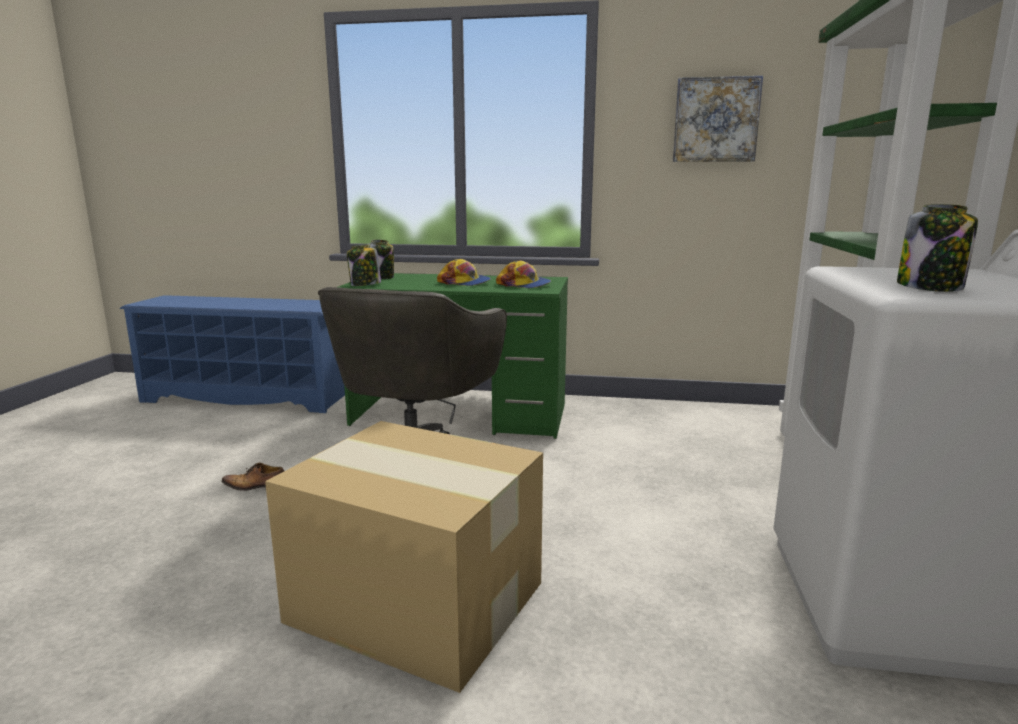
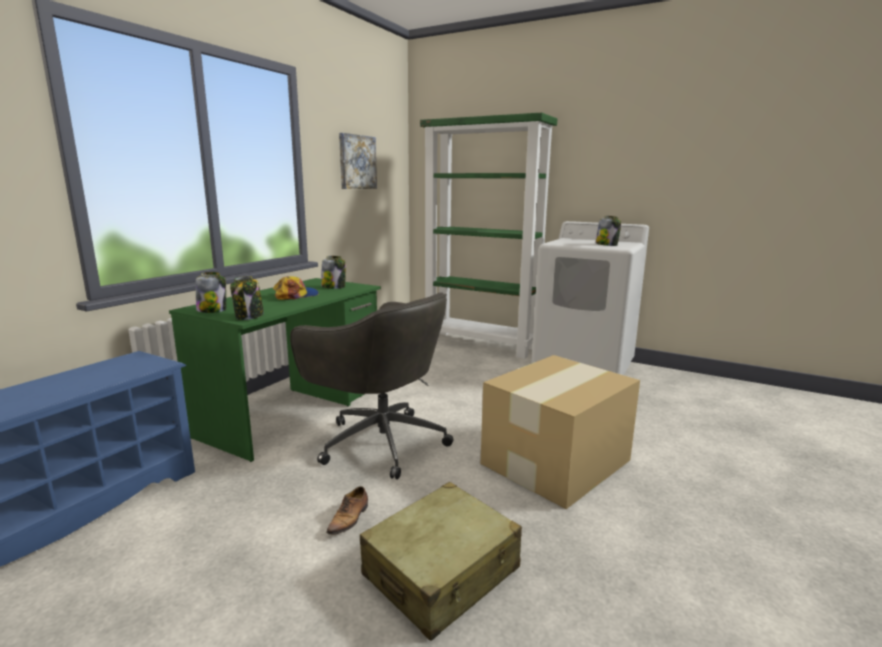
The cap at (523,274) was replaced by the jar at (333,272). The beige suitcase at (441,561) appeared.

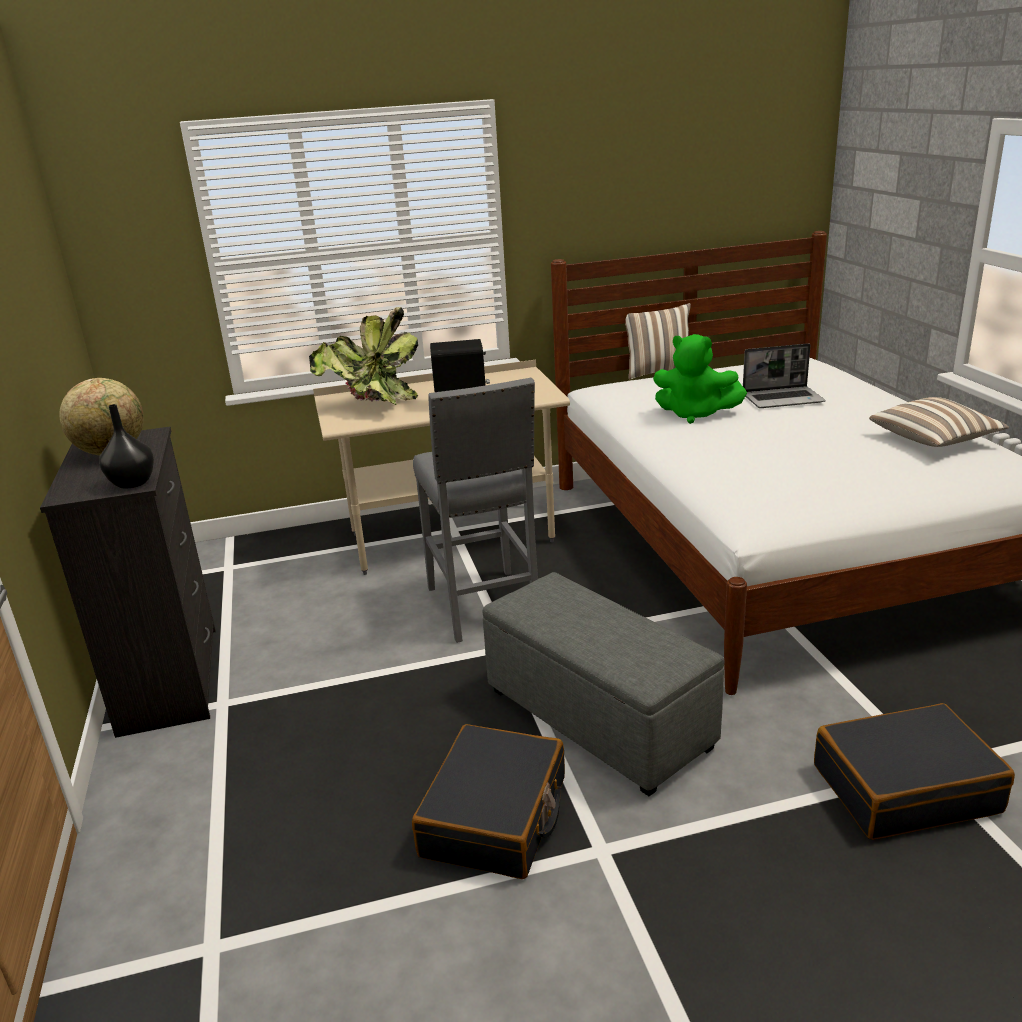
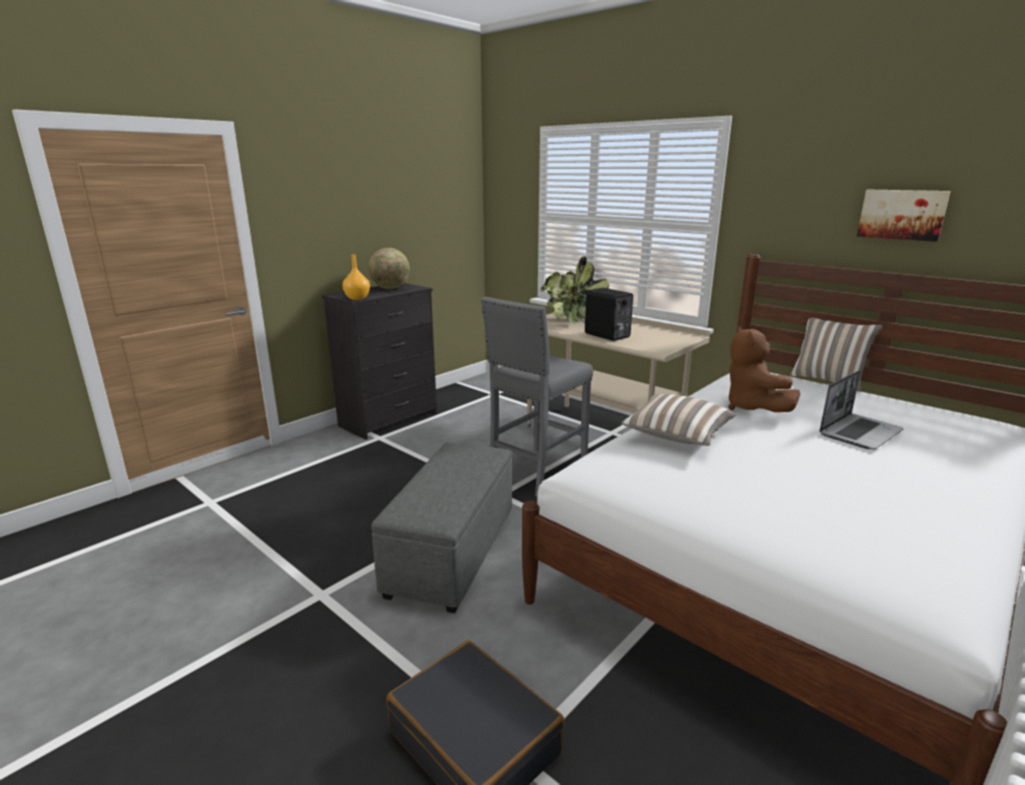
The green plush toy at (700,379) became the brown plush toy at (764,369). The laptop at (784,375) turned 90 degrees counterclockwise. The pillow moved from (939,422) to (678,420). The black vase at (126,446) became the orange vase at (356,277). The black suitcase at (488,801) disappeared. The picture at (904,216) appeared.

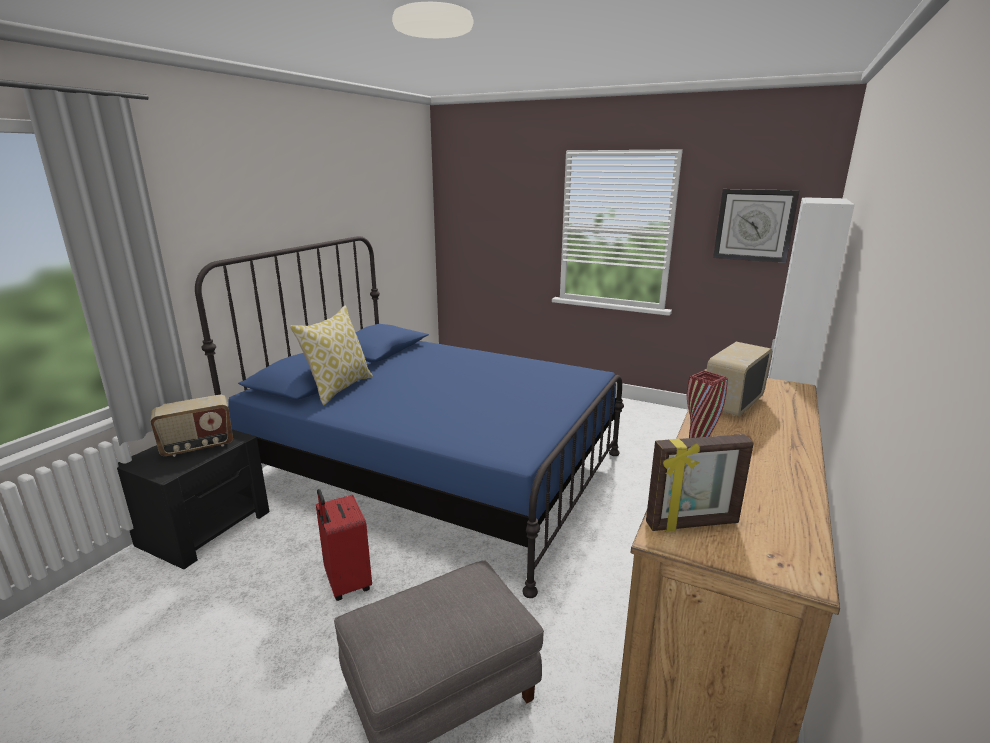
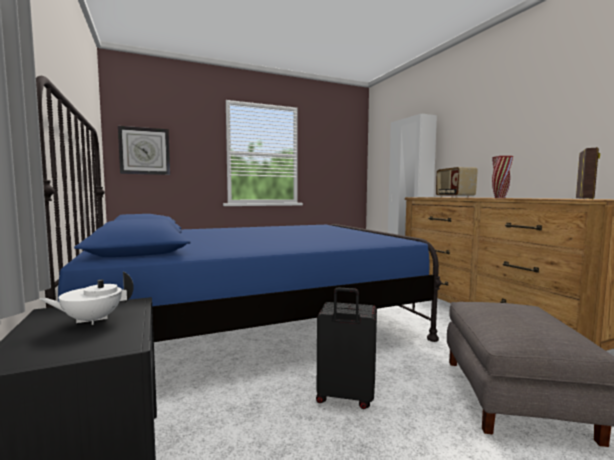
The wall clock moved from (756,226) to (144,150). The pillow at (331,355) disappeared. The radio at (191,426) was replaced by the white teapot at (87,298). The red suitcase at (344,545) became the black suitcase at (346,348).

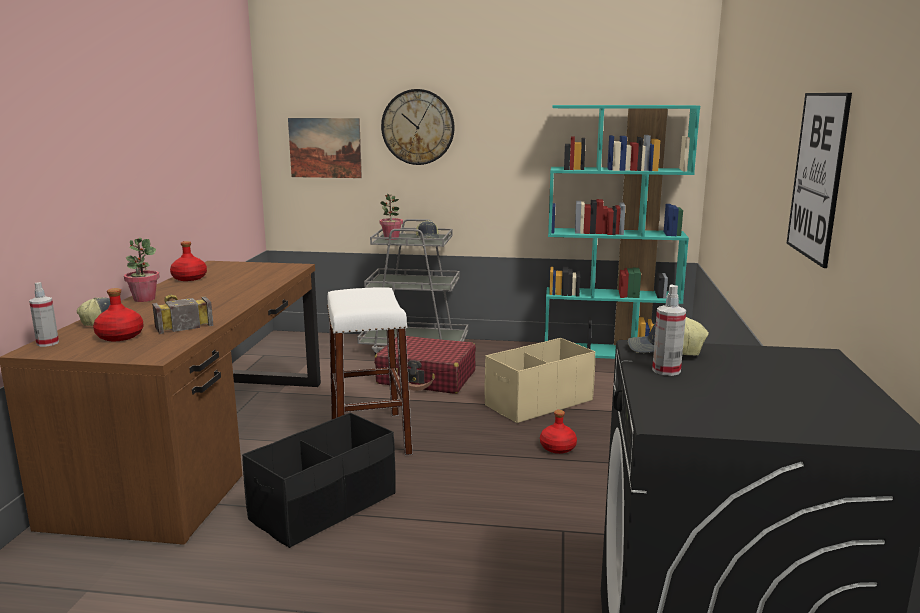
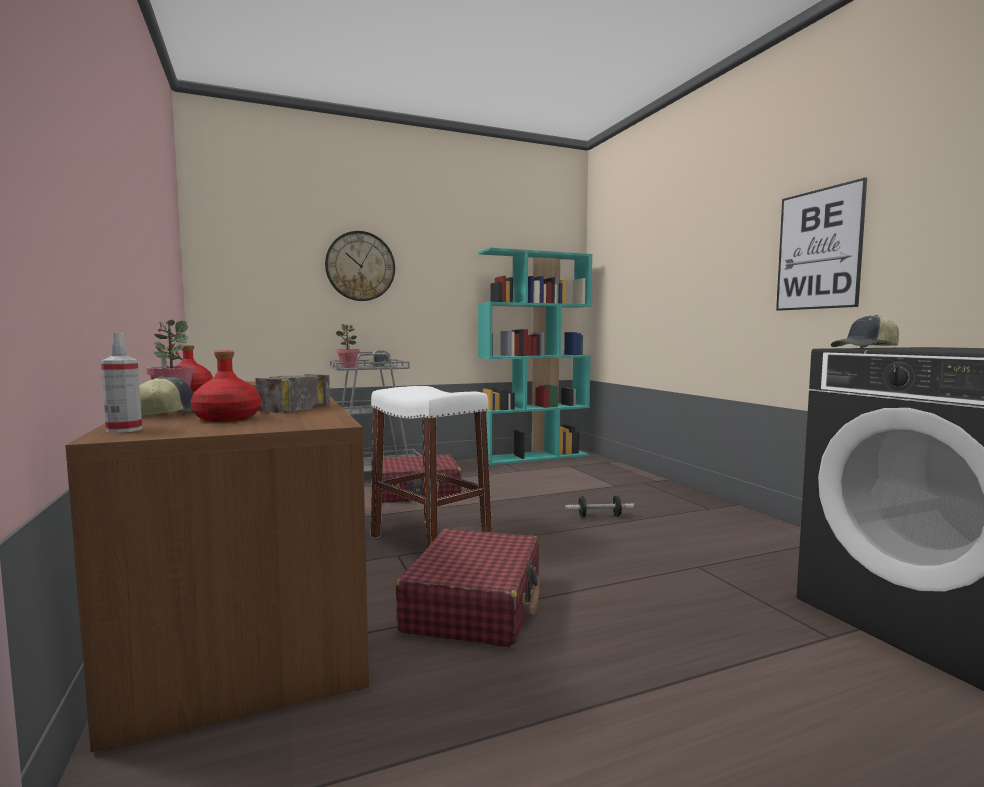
The picture at (325,148) disappeared. The spray bottle at (669,330) disappeared. The beige storage box at (540,380) disappeared. The red bottle at (558,432) was replaced by the dumbbell at (600,506). The black storage box at (319,480) was replaced by the red suitcase at (468,588).

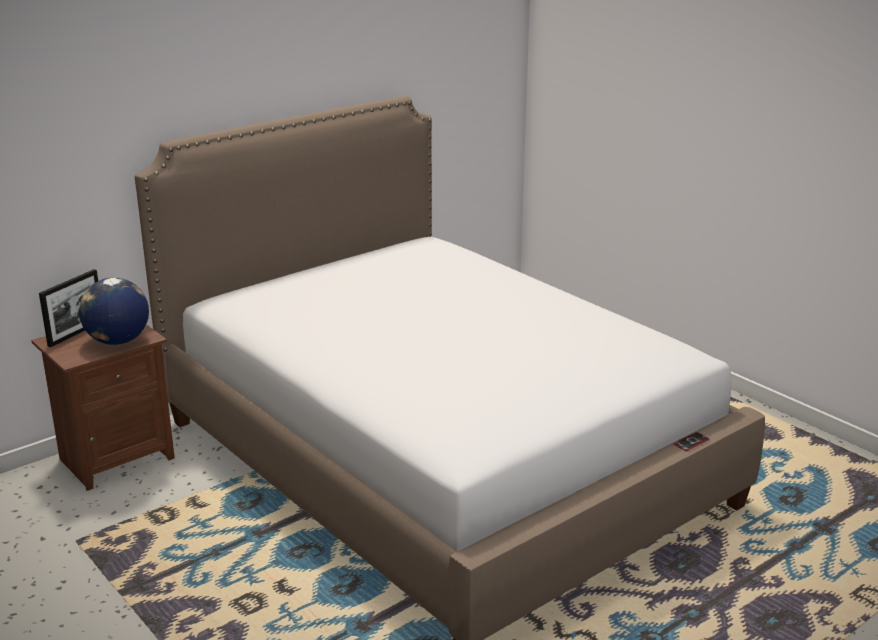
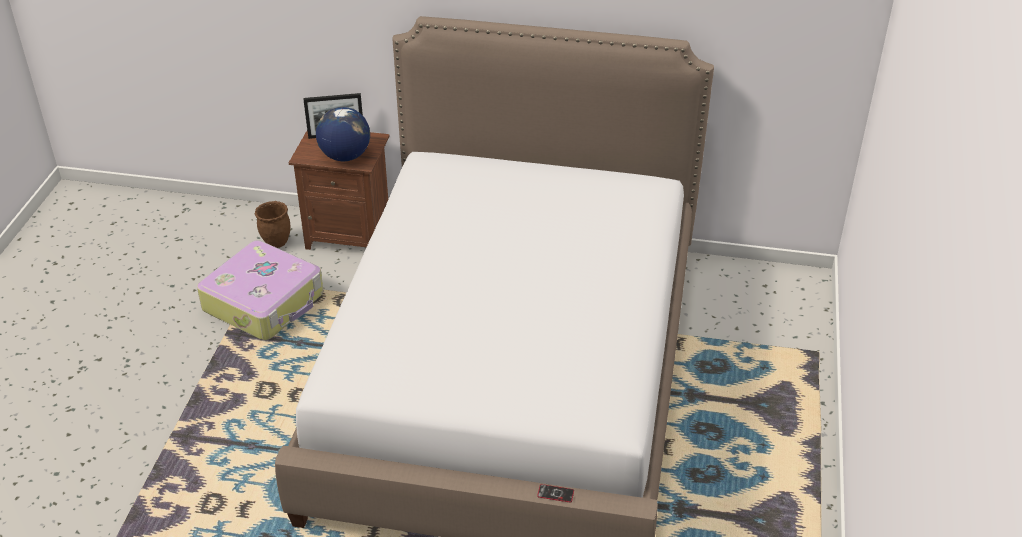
The brown planter at (272,224) appeared. The suitcase at (260,290) appeared.

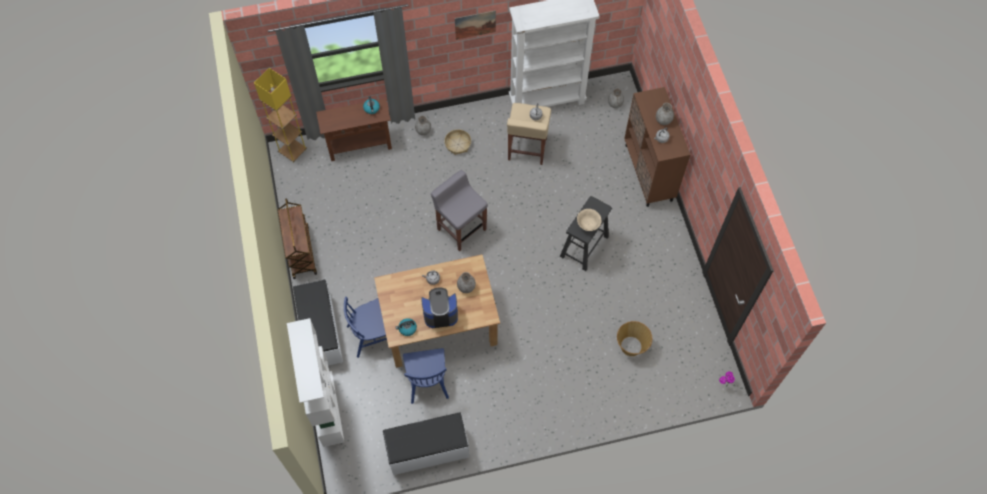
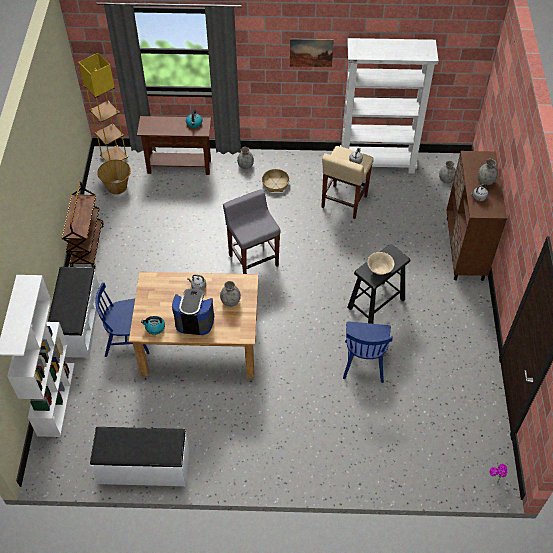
The basket moved from (634,338) to (114,177). The blue chair moved from (426,376) to (368,352).

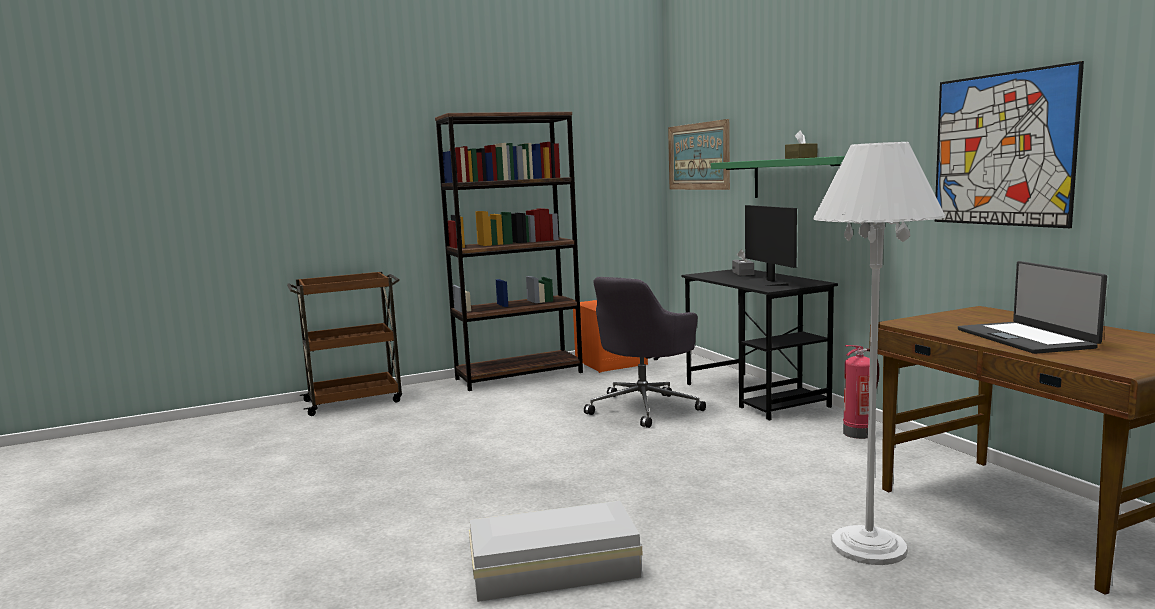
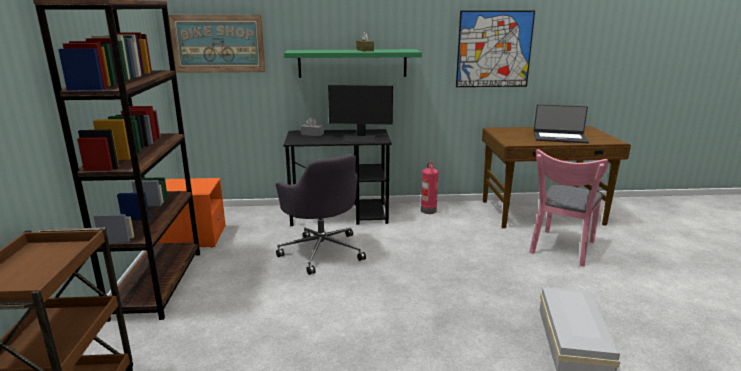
The white floor lamp at (879,353) was replaced by the pink chair at (569,207).

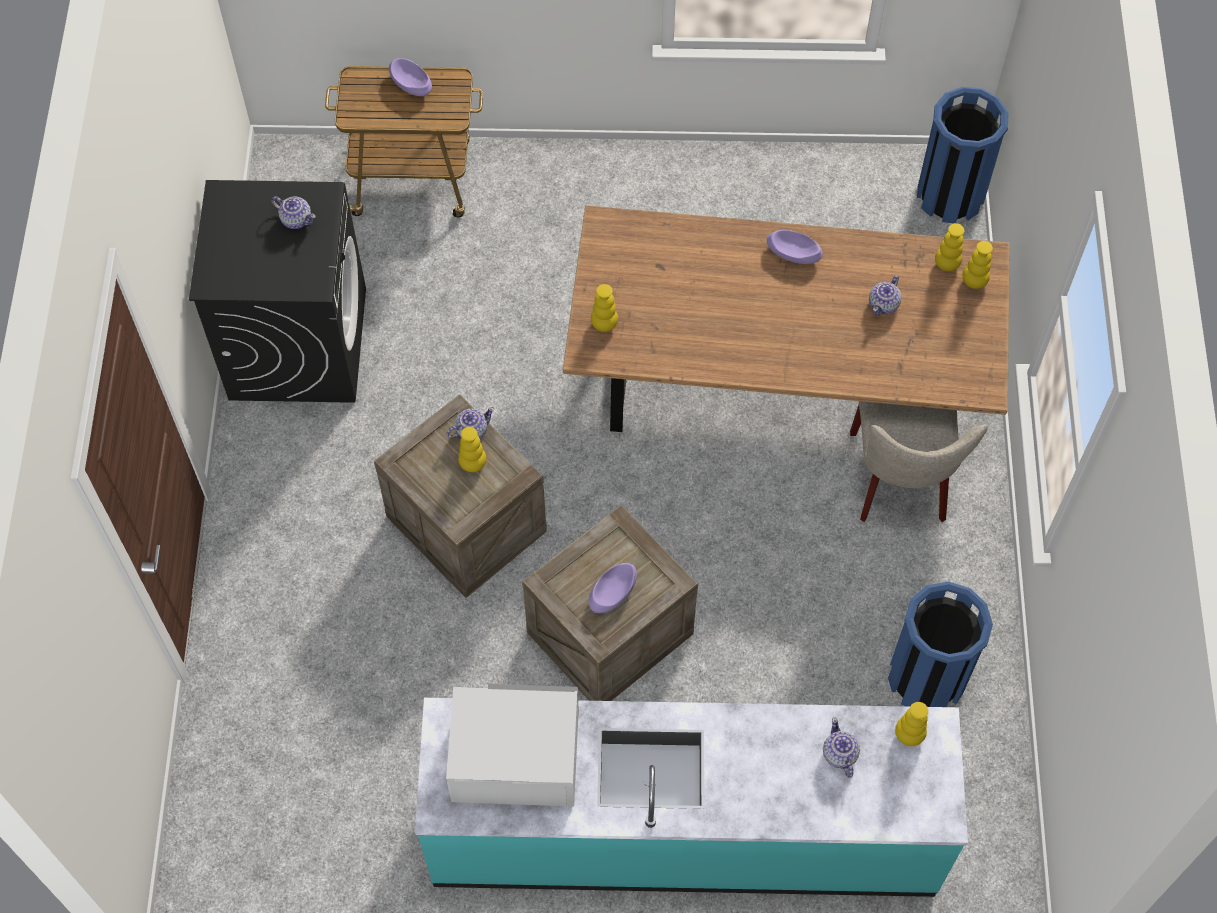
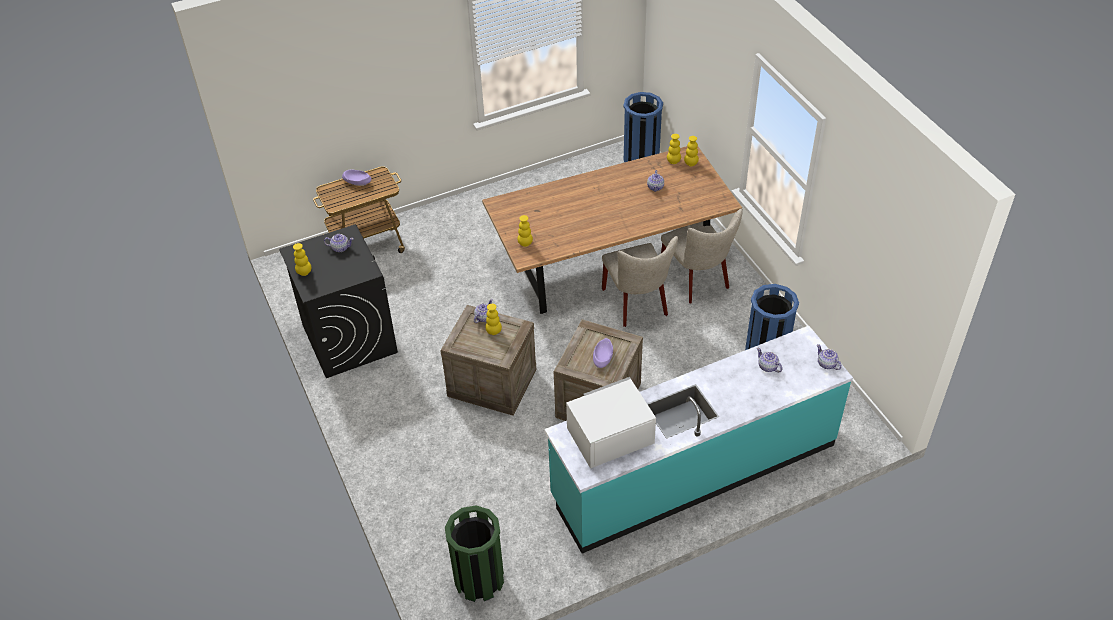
The purple bowl at (795,247) disappeared. The yellow vase moved from (911,724) to (302,259). The beige chair at (640,281) appeared. The teapot at (829,357) appeared. The green trash can at (474,553) appeared.

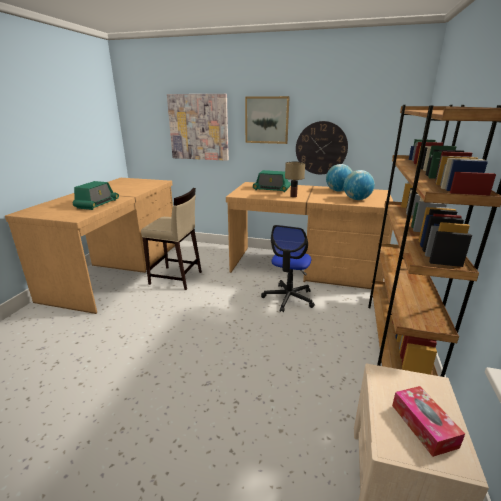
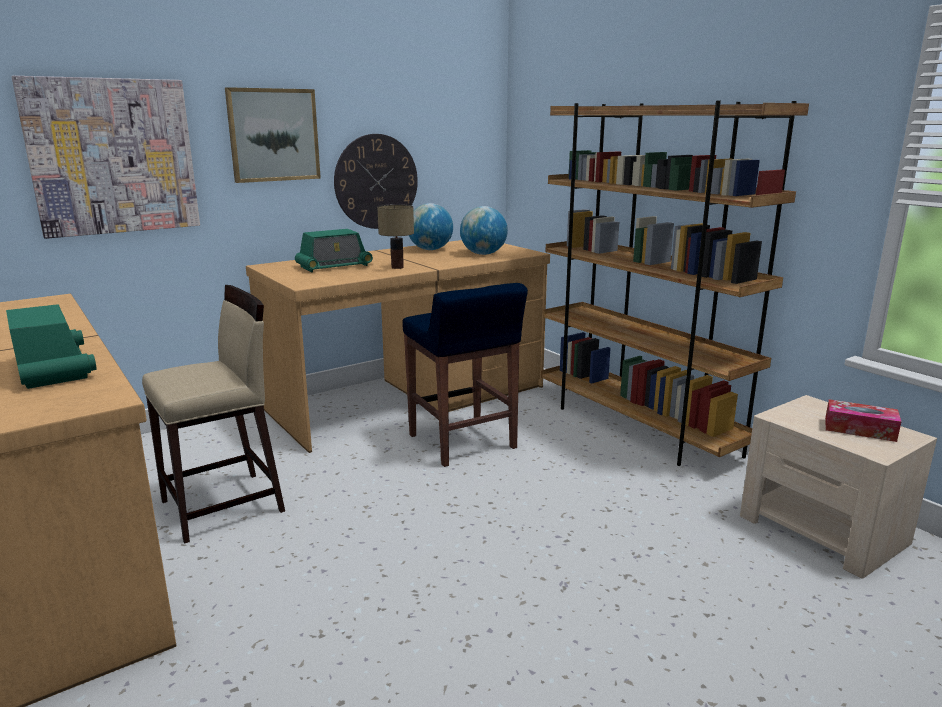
The office chair at (288,268) was replaced by the blue stool at (465,375).

